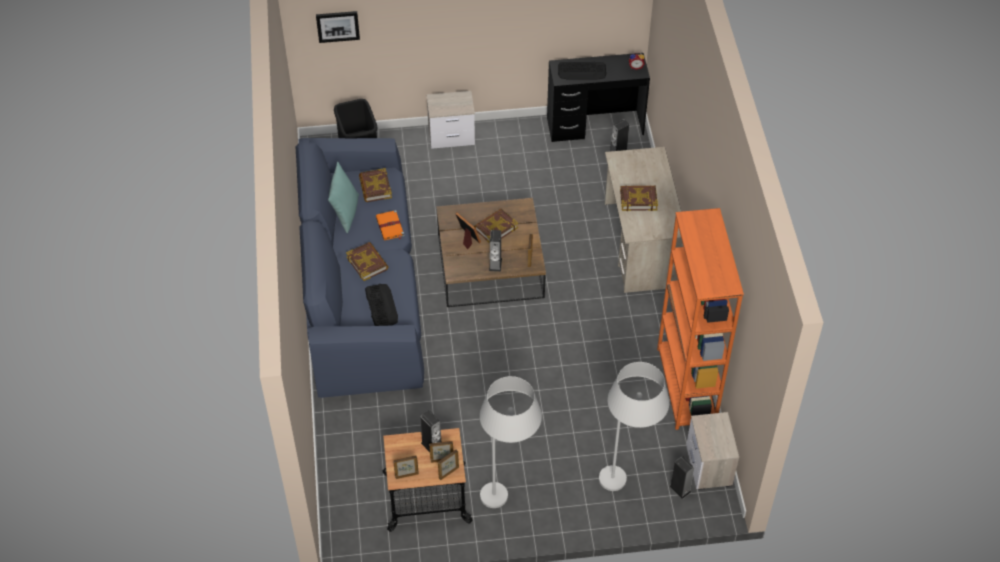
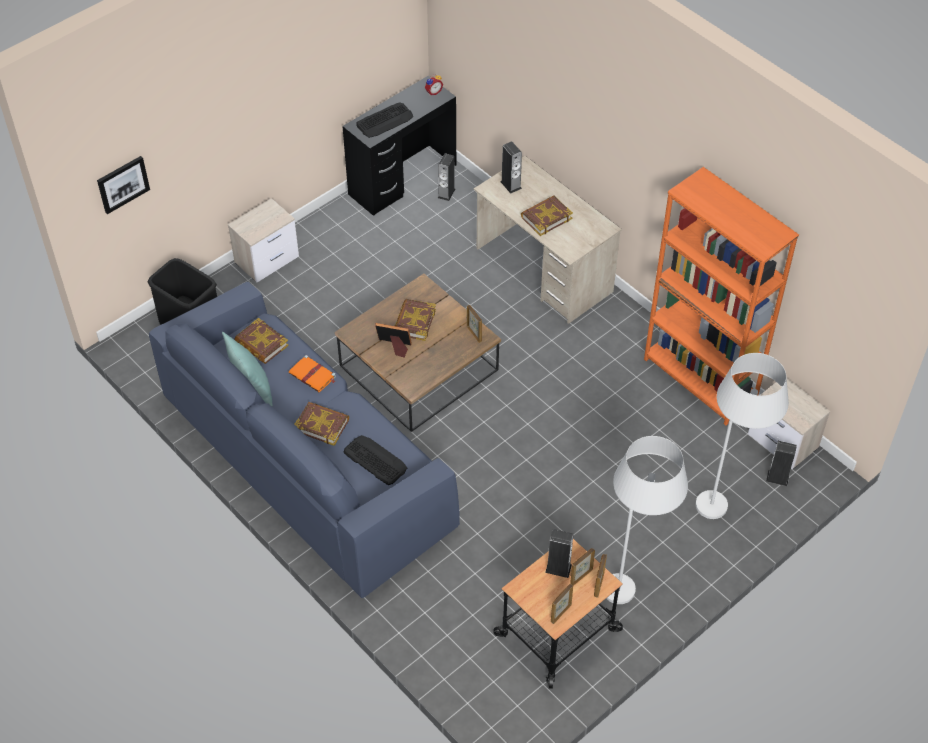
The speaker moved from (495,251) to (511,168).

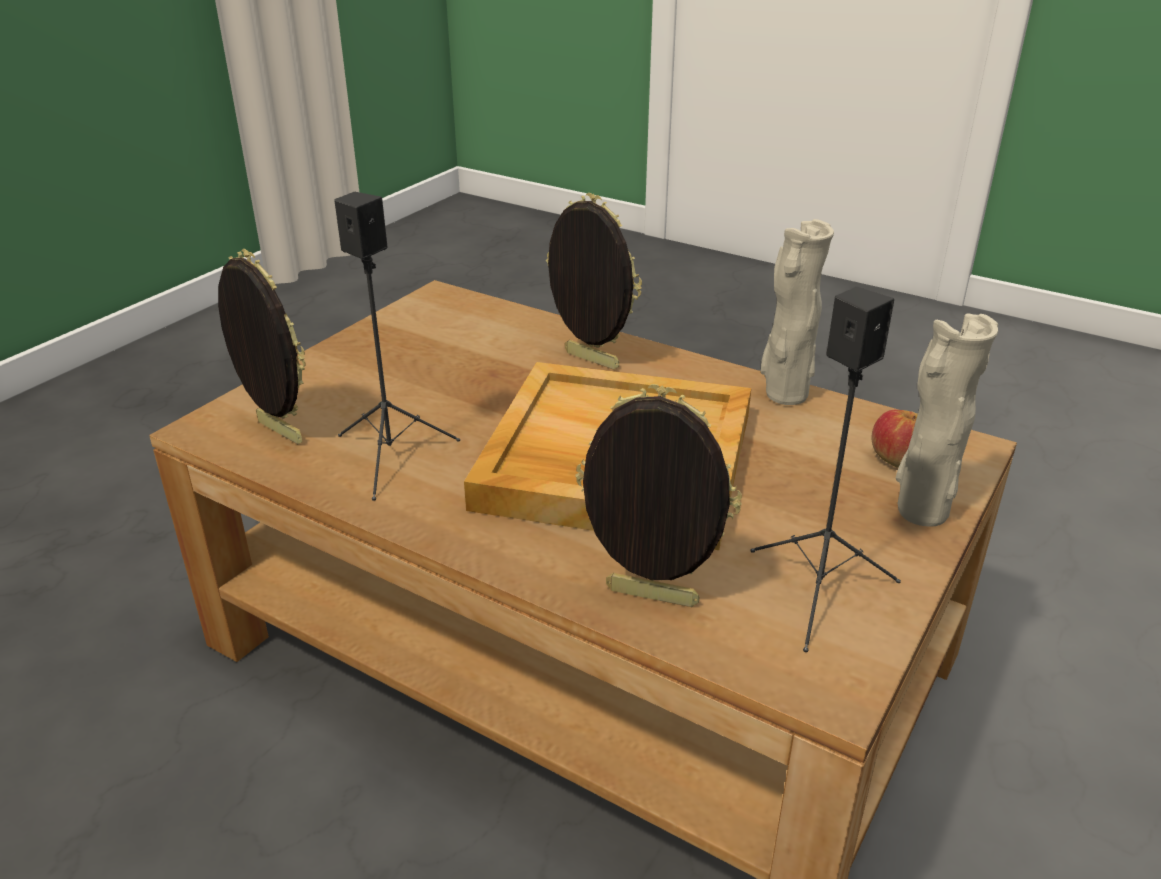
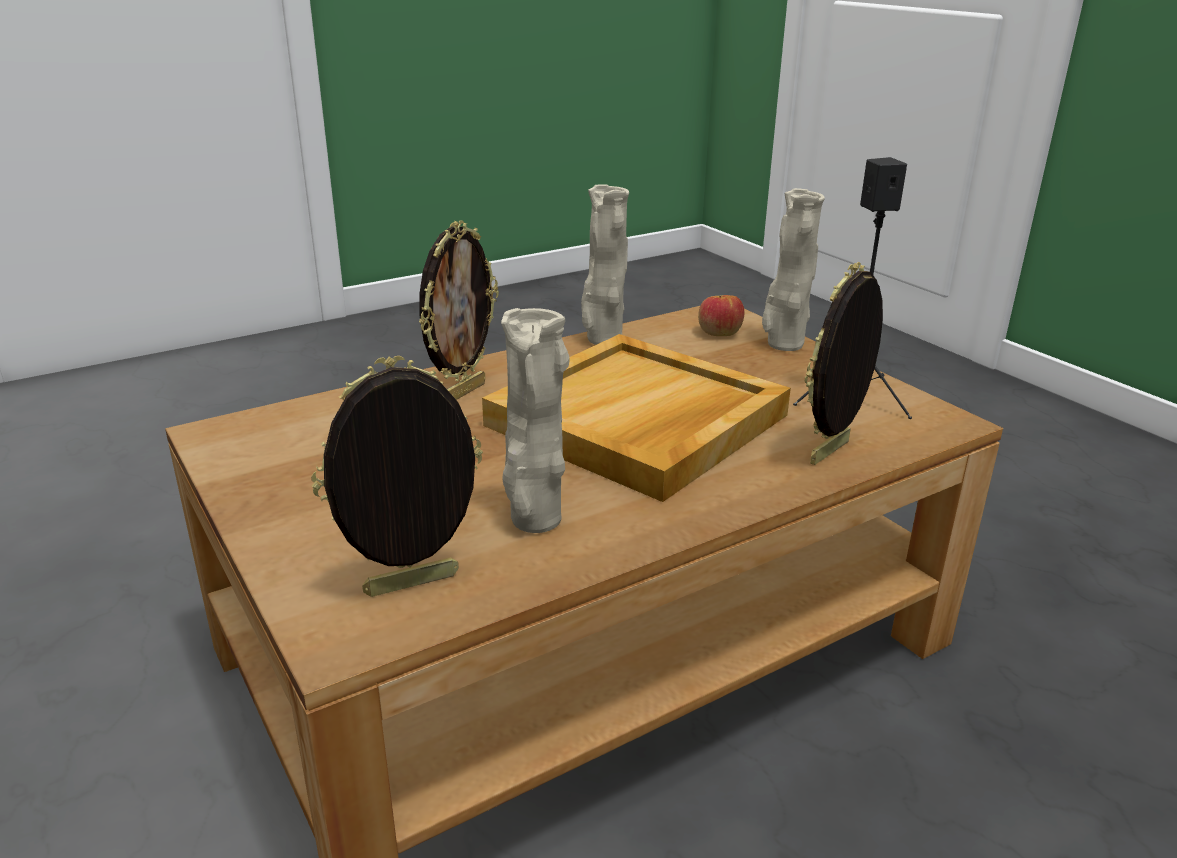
The black speaker at (397,346) was replaced by the beige vase at (535,420). The picture frame at (594,281) turned 150 degrees clockwise.

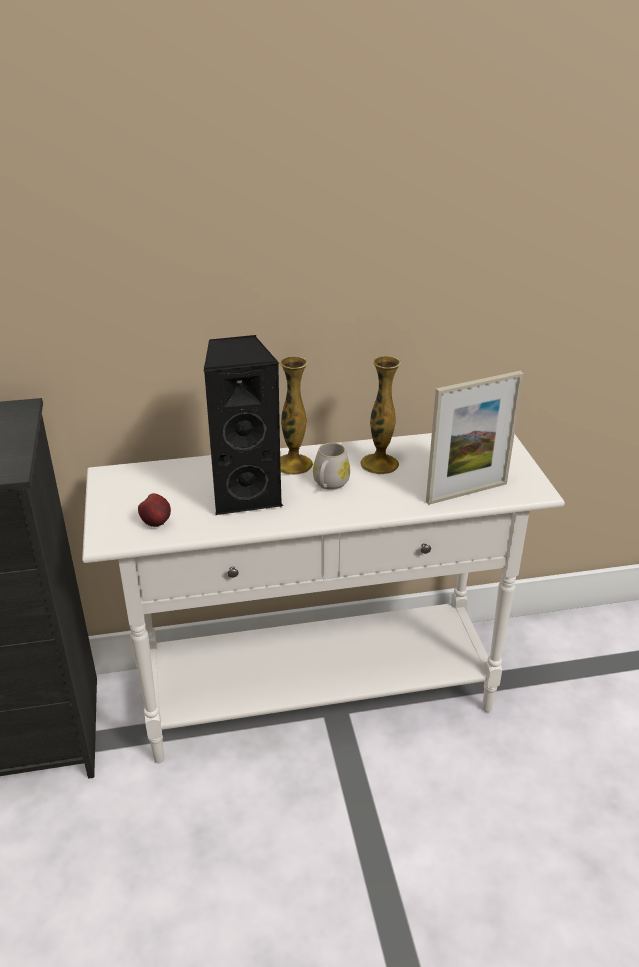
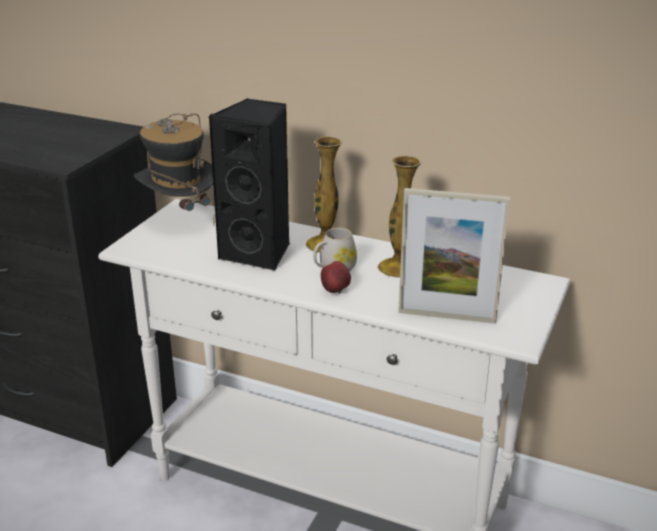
The apple moved from (154,510) to (336,277). The hat at (174,168) appeared.

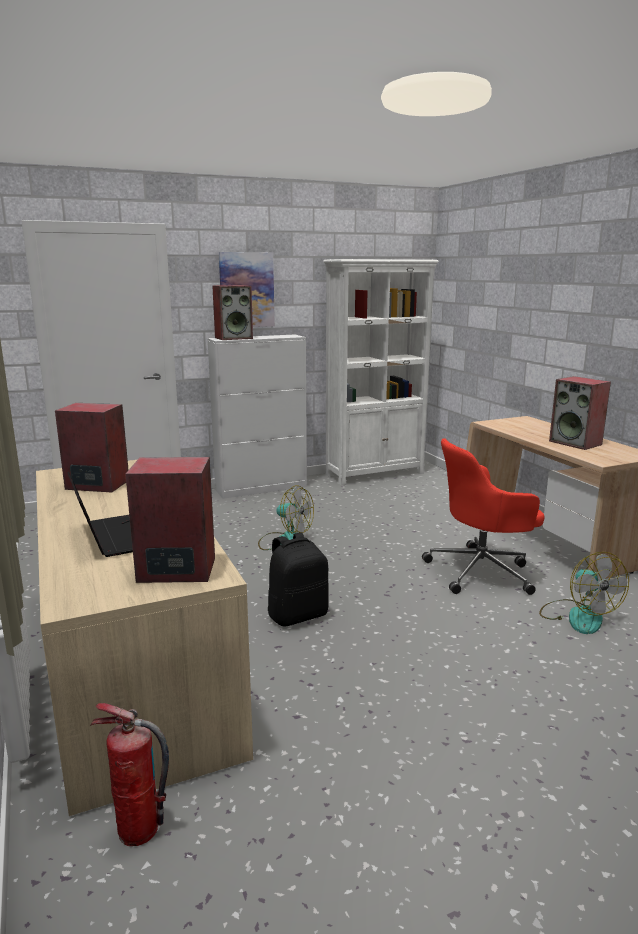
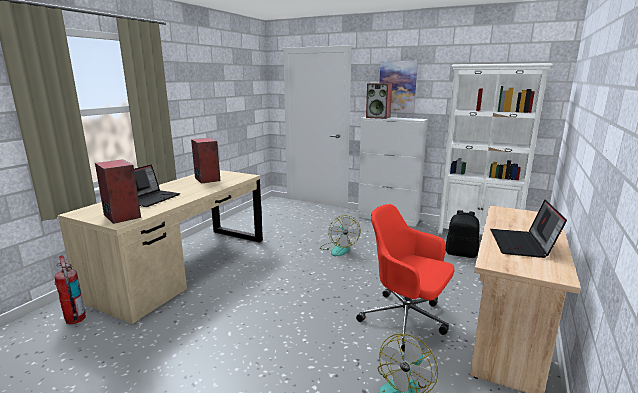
The speaker at (580,413) was replaced by the laptop at (528,229). The black backpack moved from (298,579) to (463,234).

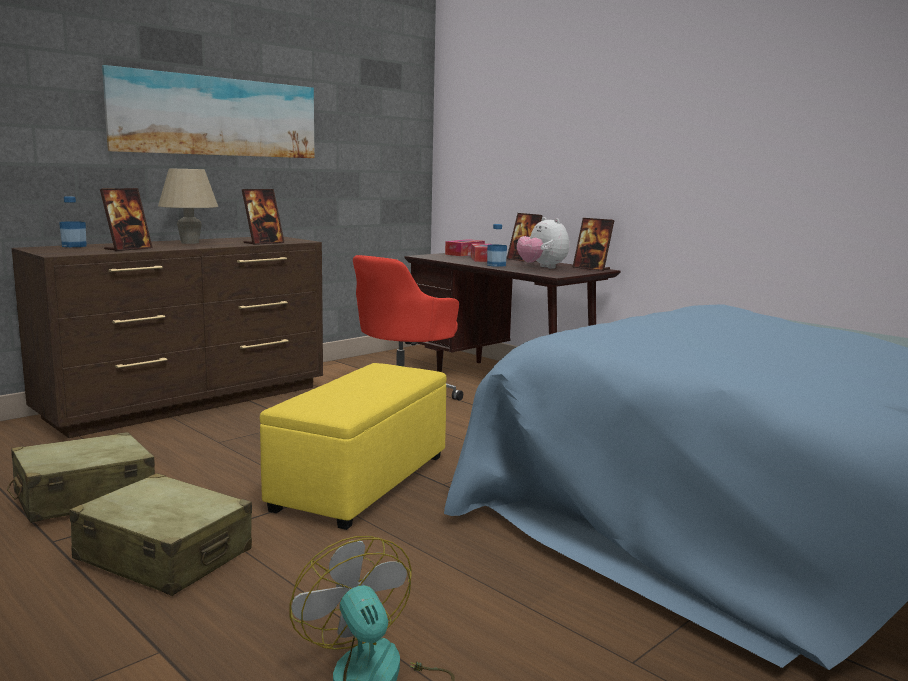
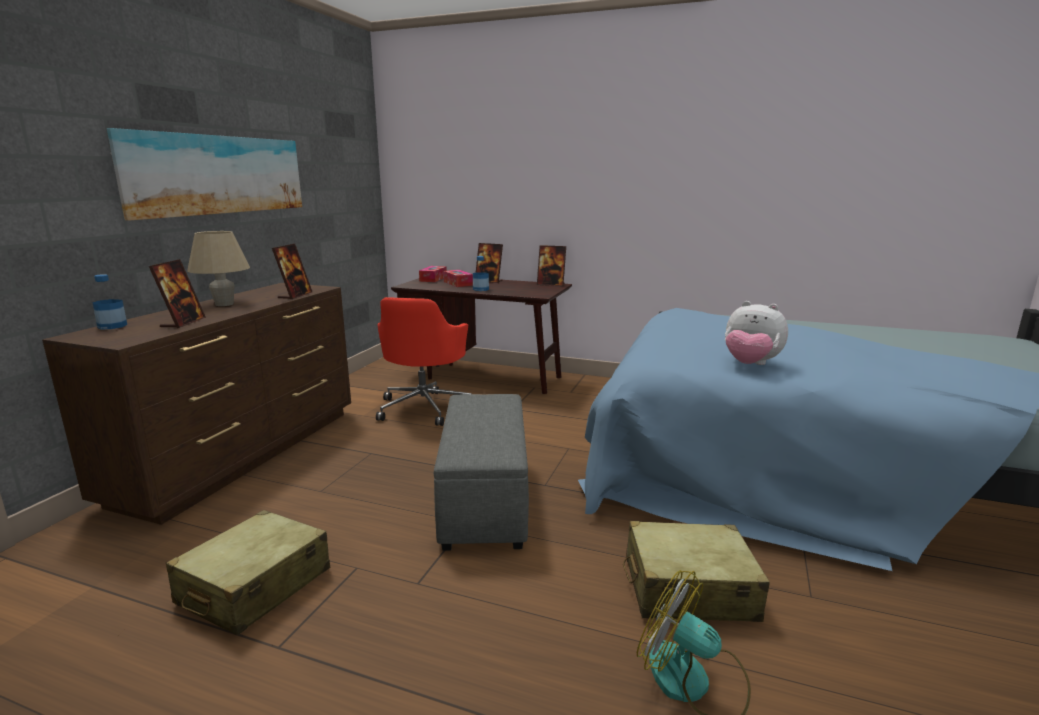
The plush toy moved from (543,243) to (756,333). The yellow ottoman at (353,446) became the grey ottoman at (481,472). The beige suitcase moved from (160,534) to (696,571).

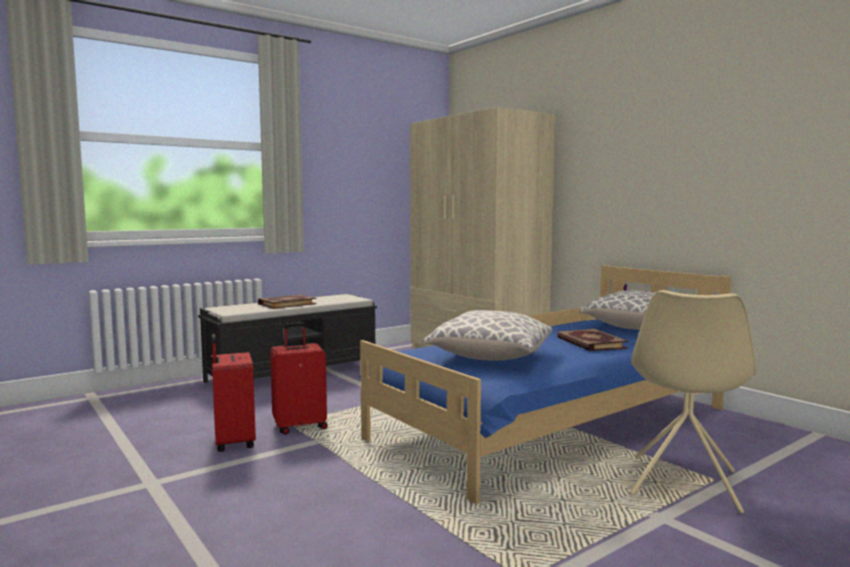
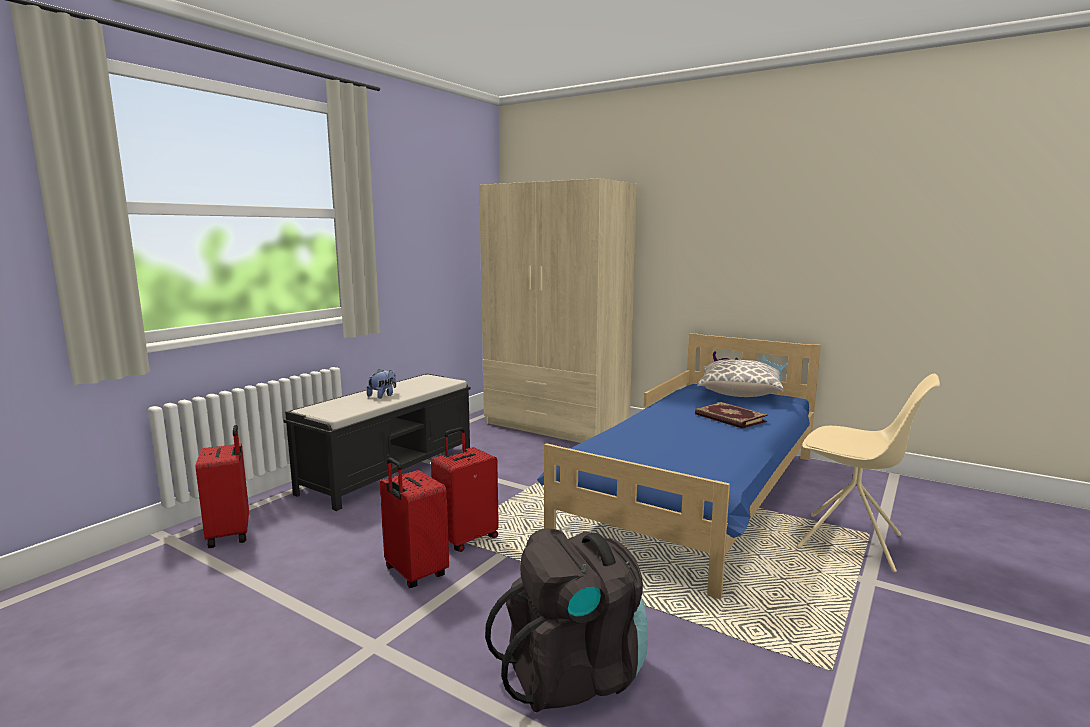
The beige chair at (692,402) turned 60 degrees counterclockwise. The book at (287,302) was replaced by the plush toy at (381,384). The pillow at (487,335) disappeared. The red suitcase at (222,486) appeared. The black backpack at (566,621) appeared.

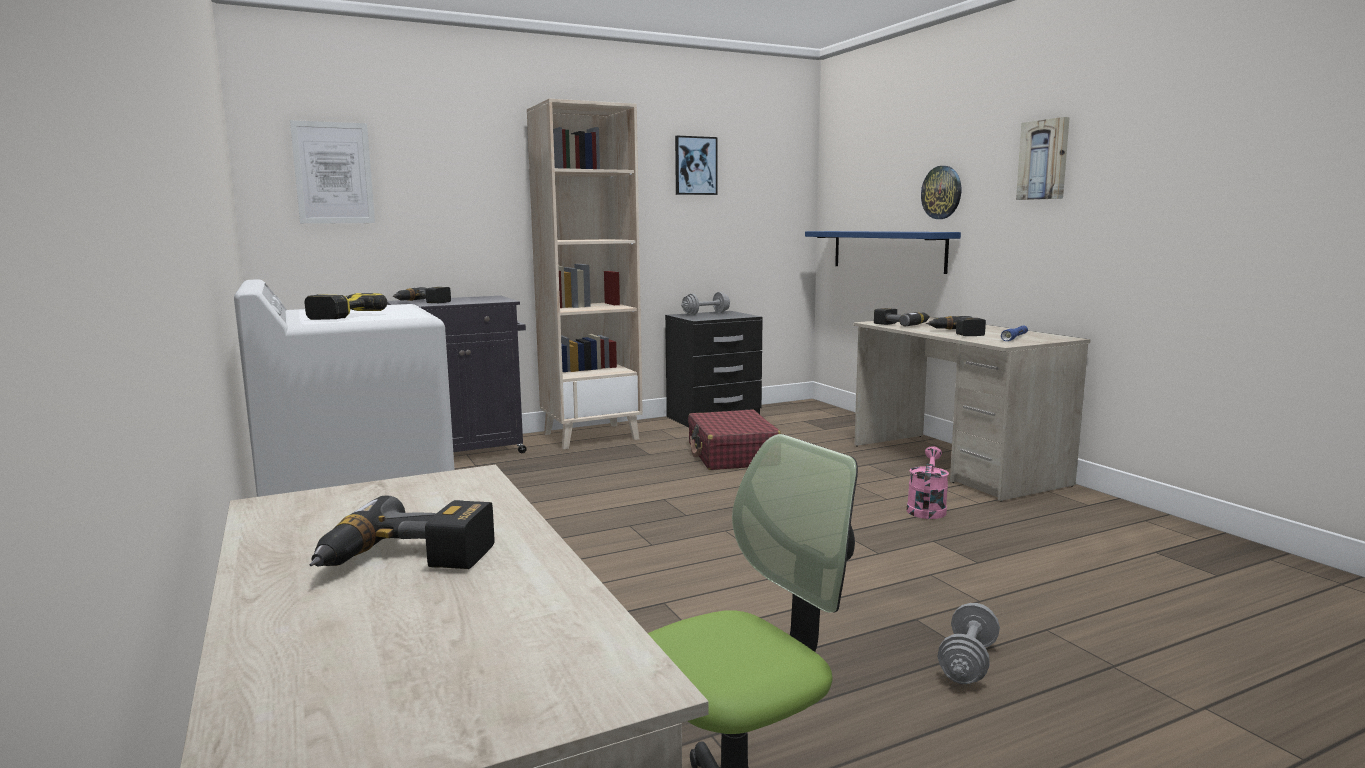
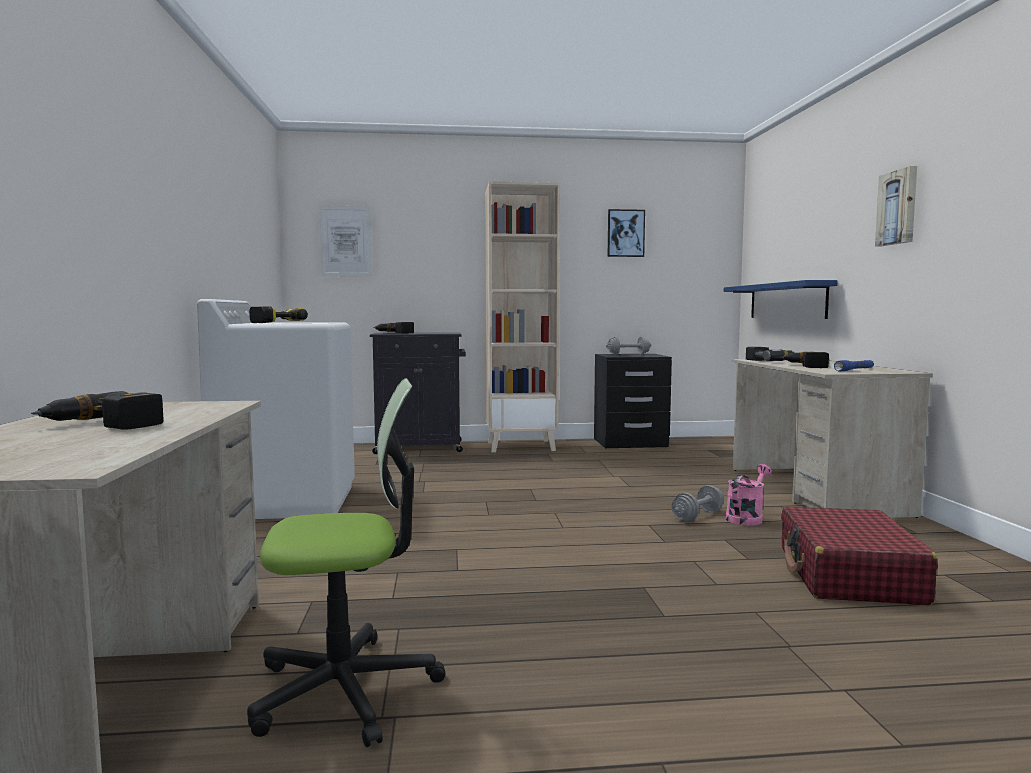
The wall clock at (941,192) disappeared. The red suitcase moved from (734,440) to (859,556). The grey dumbbell moved from (968,643) to (697,503).

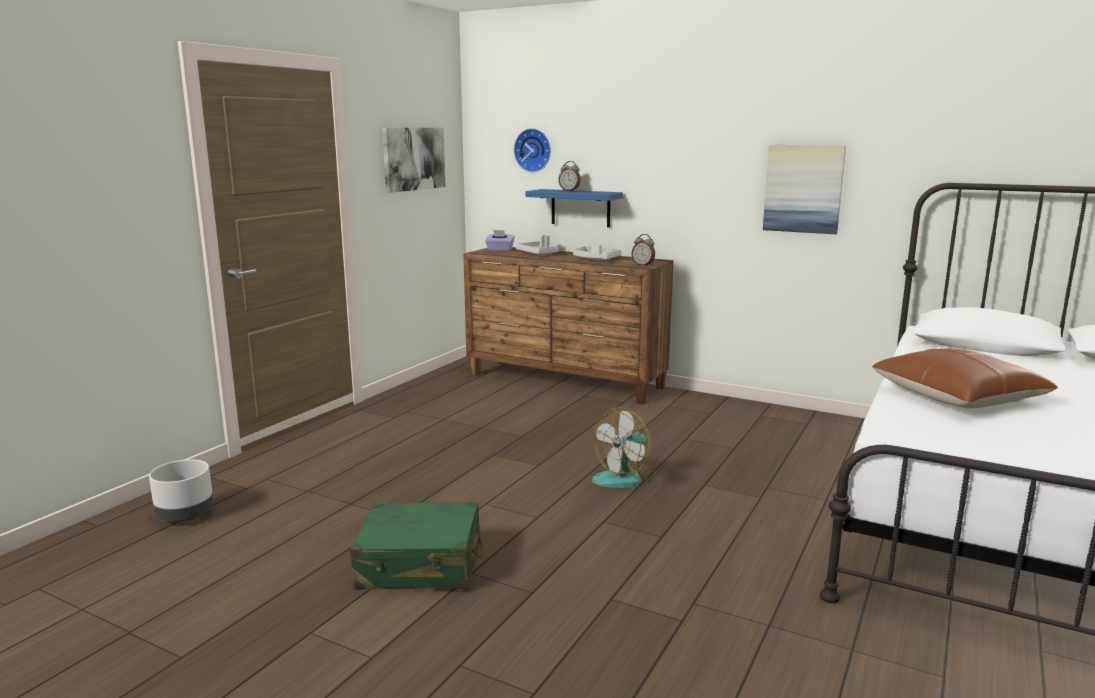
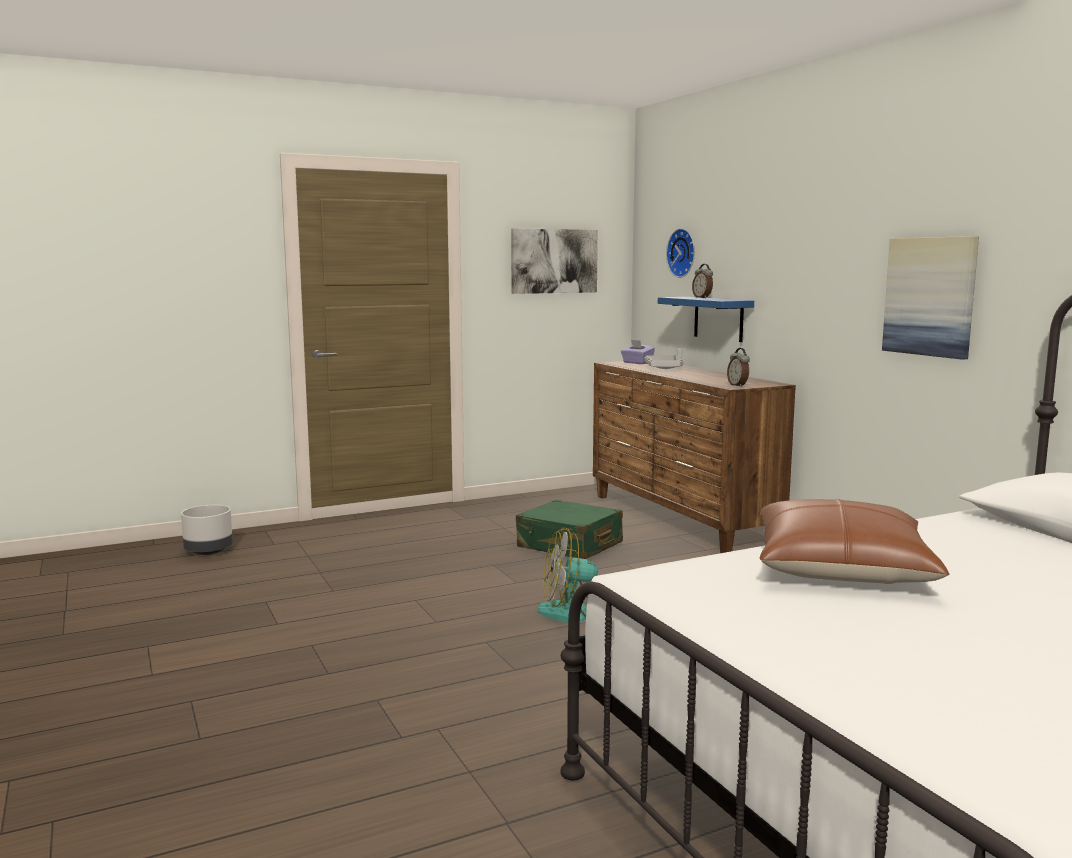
The grey tray at (597,252) disappeared. The green suitcase moved from (416,546) to (569,529).

